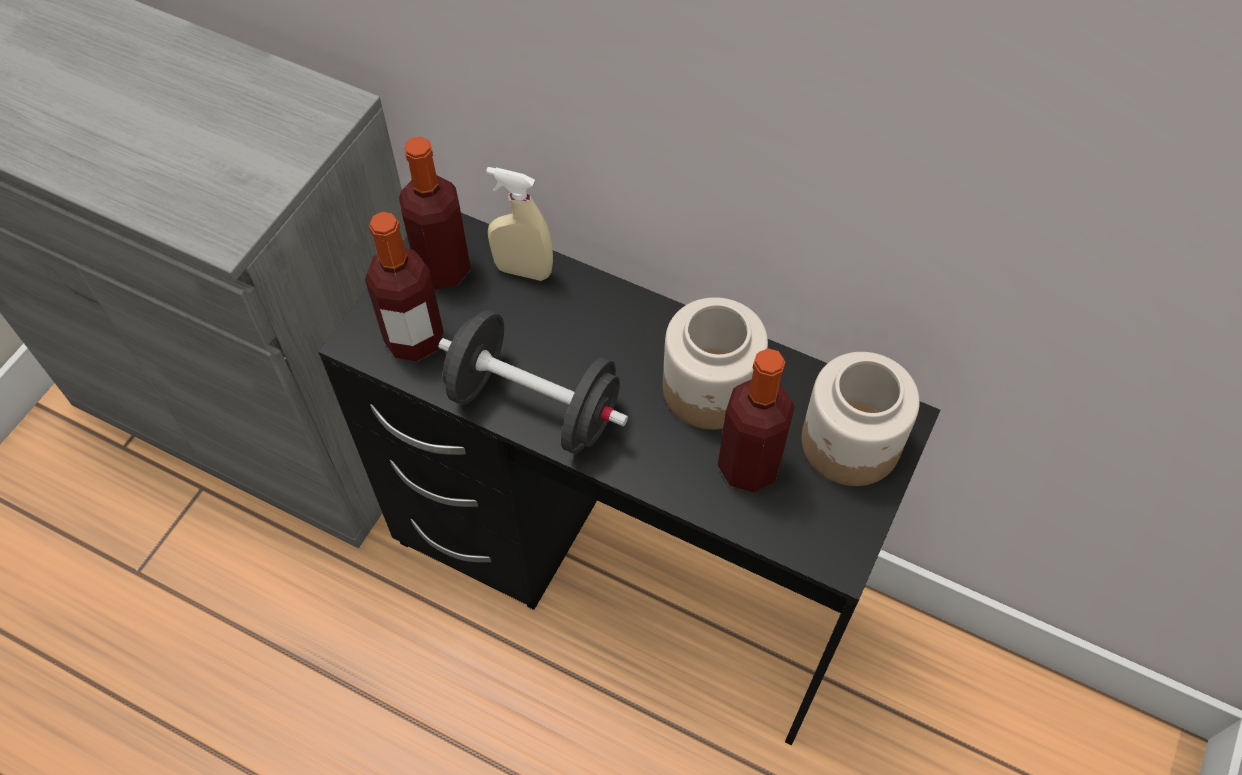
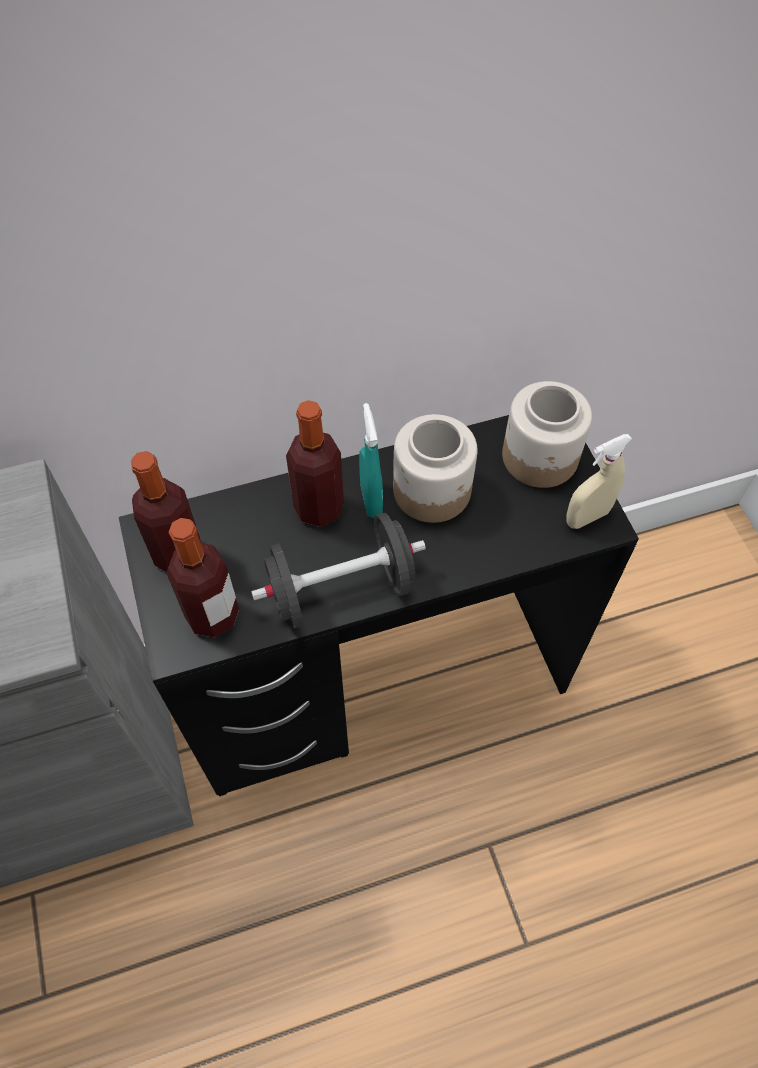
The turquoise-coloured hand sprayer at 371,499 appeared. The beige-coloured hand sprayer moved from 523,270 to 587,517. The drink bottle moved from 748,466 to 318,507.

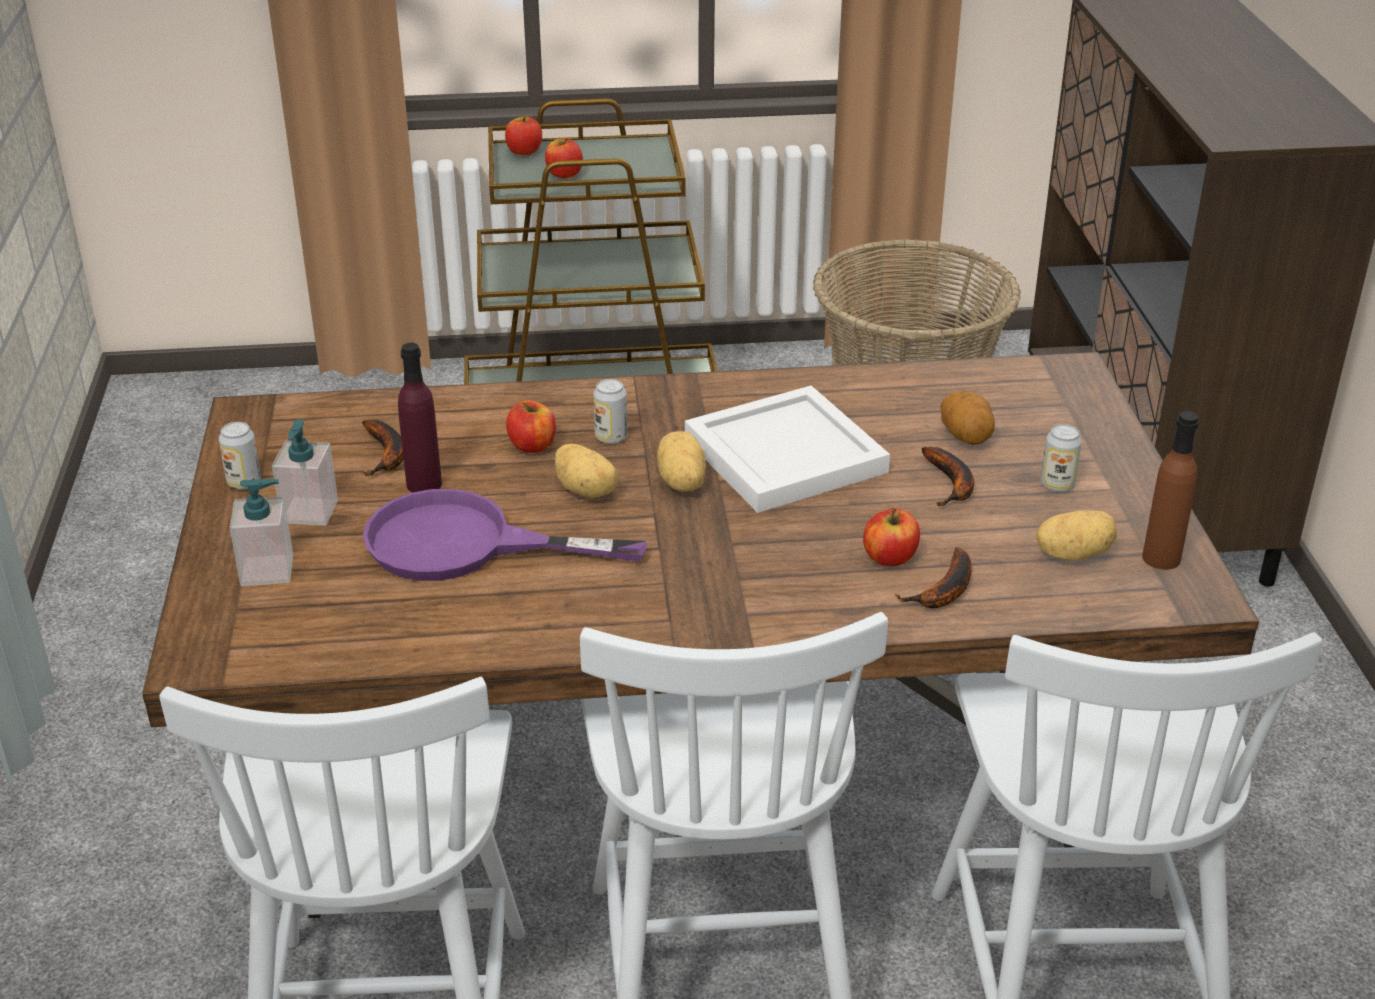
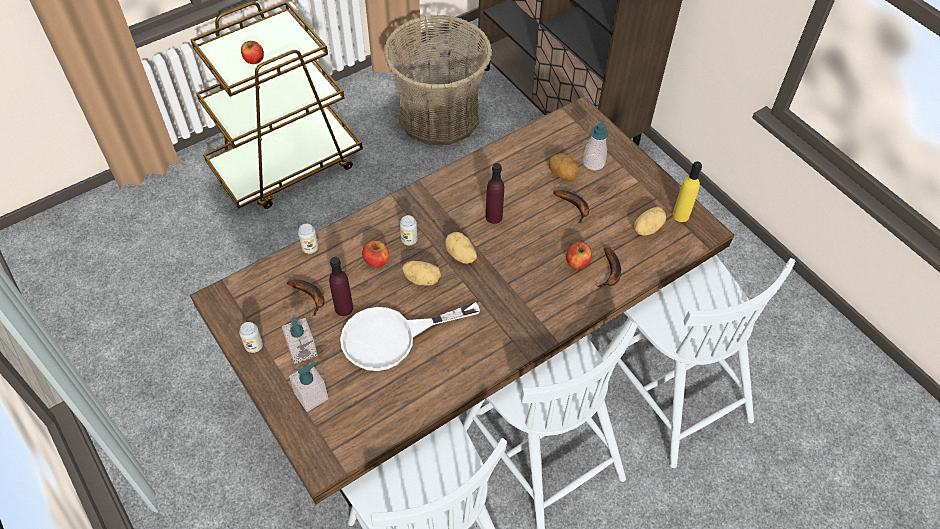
The apple fruit at 524,151 disappeared. The soap dispenser at 593,163 appeared. The sealed can moved from 1057,485 to 310,248. The whitish serving tray at 786,453 was replaced by the purple-coloured drink bottle at 494,217. The purple-coloured pan at 465,544 became the whitish pan at 392,337. The brown-coloured drink bottle at 1161,558 became the yellow drink bottle at 680,215.

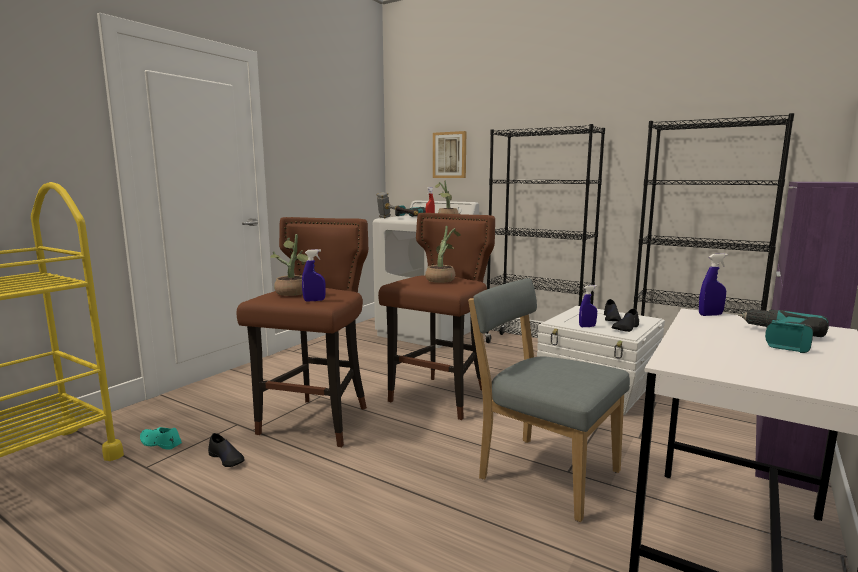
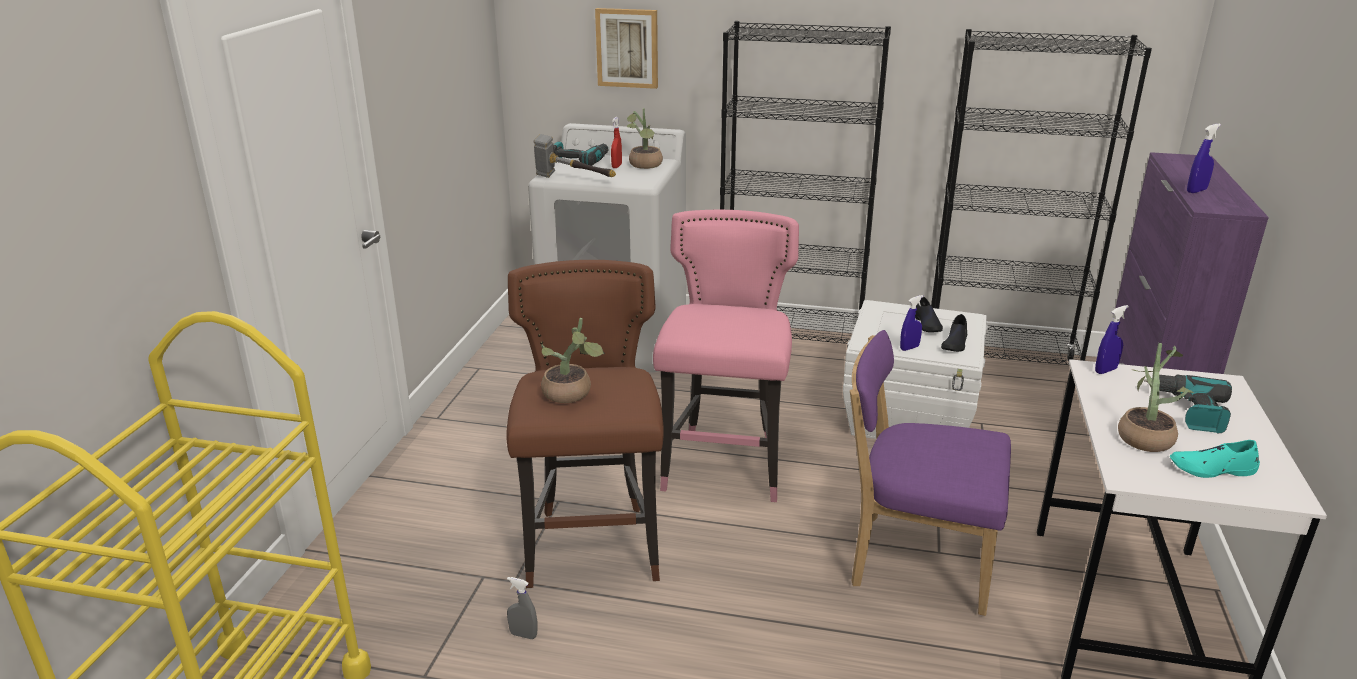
The turquoise-coloured low shoe moved from 160,443 to 1212,469. The blue-coloured hand sprayer moved from 314,300 to 1196,191. The plant in a pot moved from 442,279 to 1144,436. The black low shoe at 227,458 was replaced by the grey hand sprayer at 523,635. The brown-coloured stool seat at 440,398 became the pink-coloured stool seat at 724,469. The grey upright chair at 543,473 became the purple-coloured upright chair at 914,560.

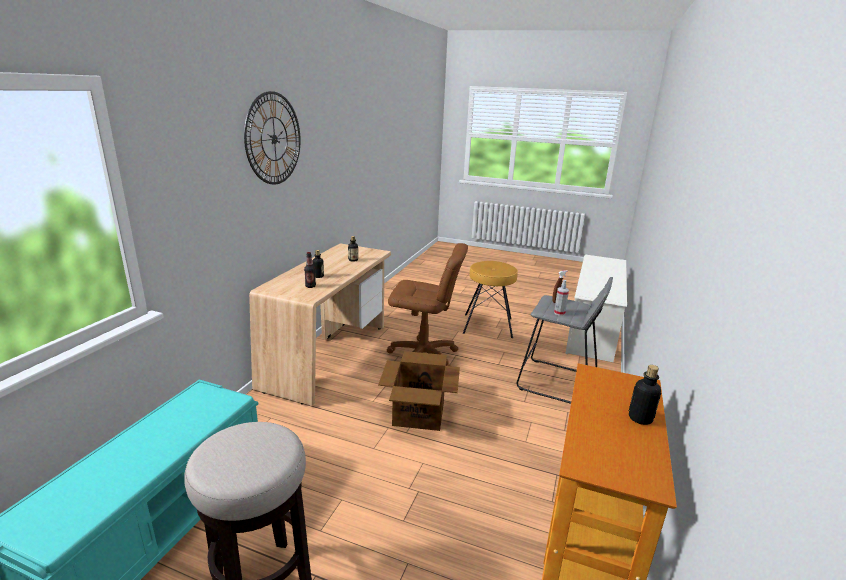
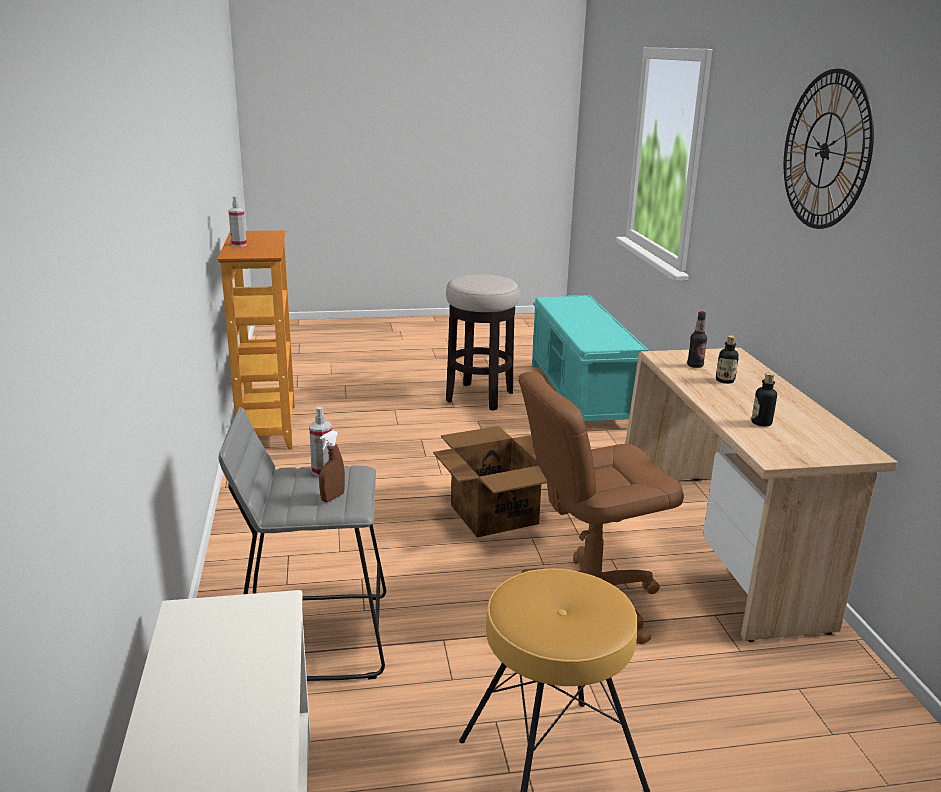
The drink bottle at 640,418 was replaced by the hand sprayer at 239,245.

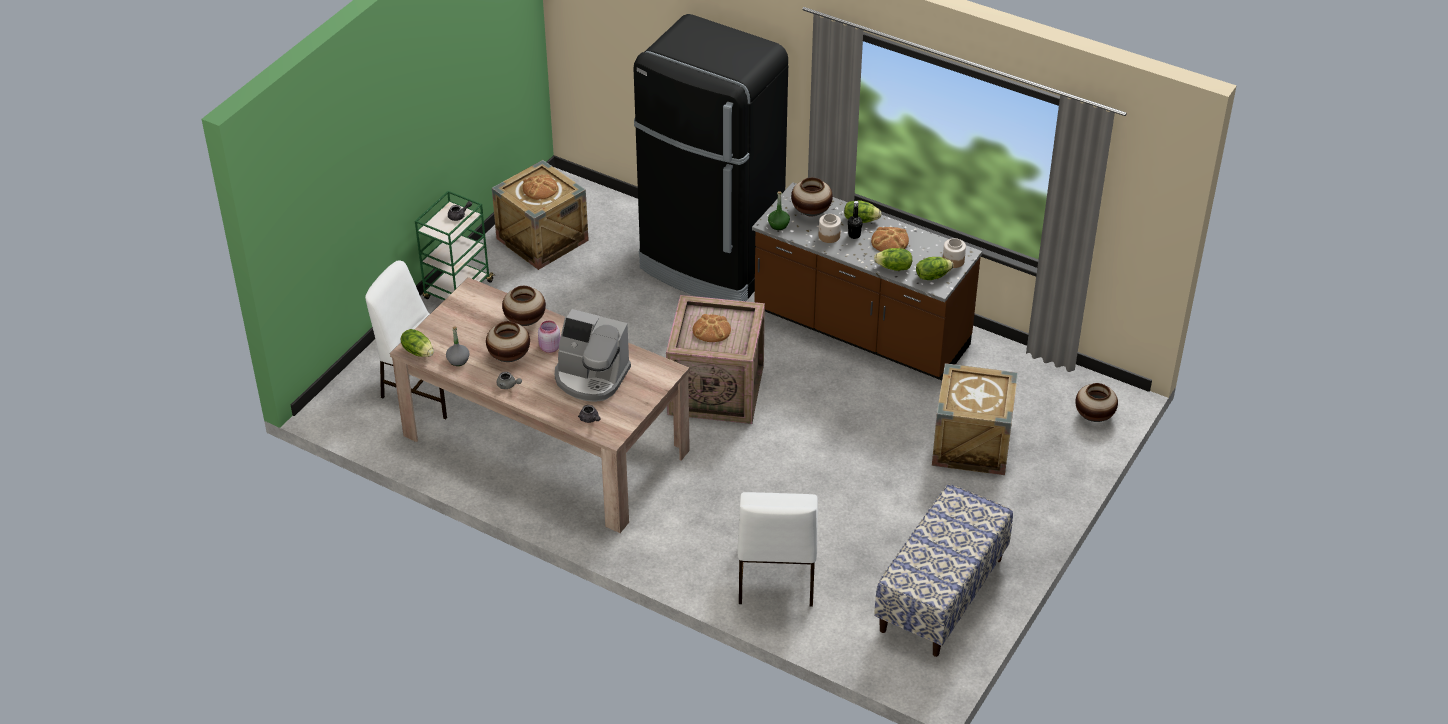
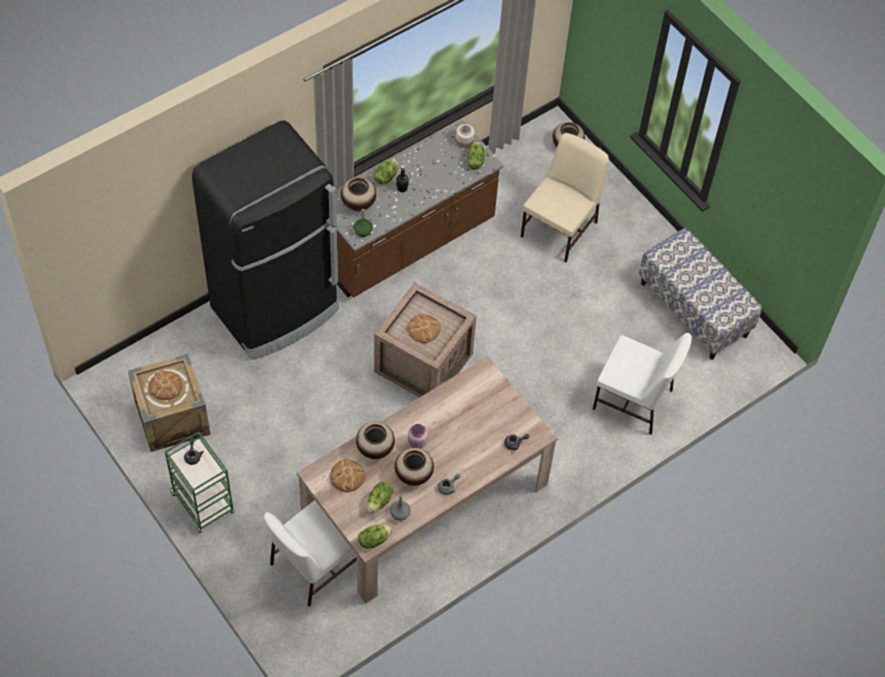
The coffee machine at 591,377 disappeared. The storage jar at 829,236 disappeared. The bread moved from 890,241 to 347,476. The lettuce moved from 894,268 to 379,501. The packing crate at 971,444 was replaced by the beige-coloured upright chair at 560,228.

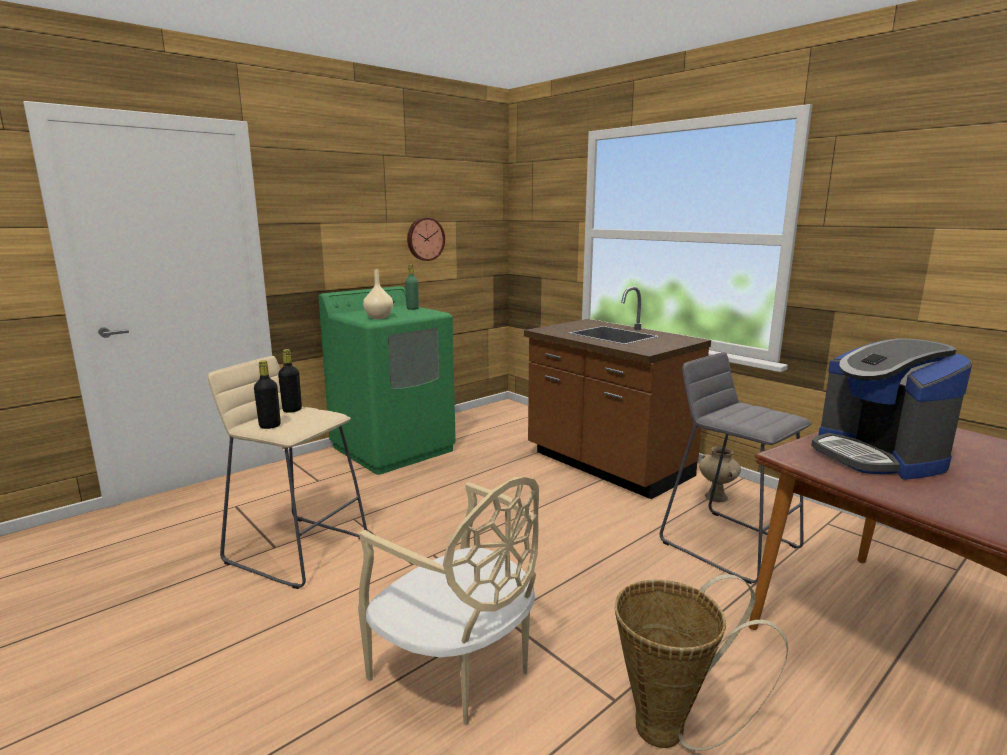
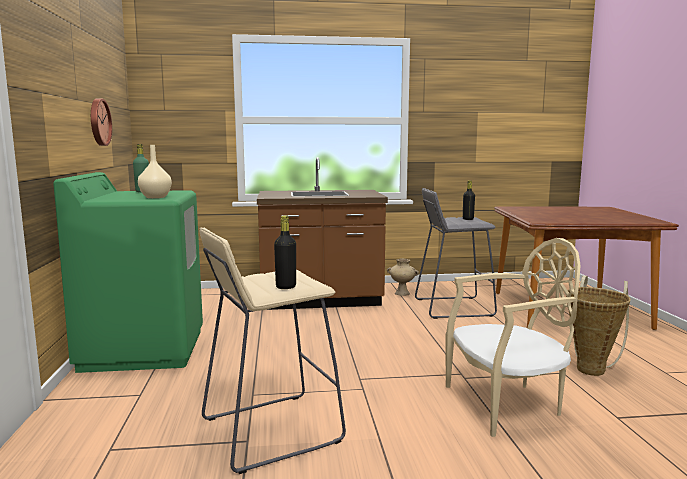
The coffee machine at 877,456 disappeared. The black drink bottle moved from 292,410 to 468,219.

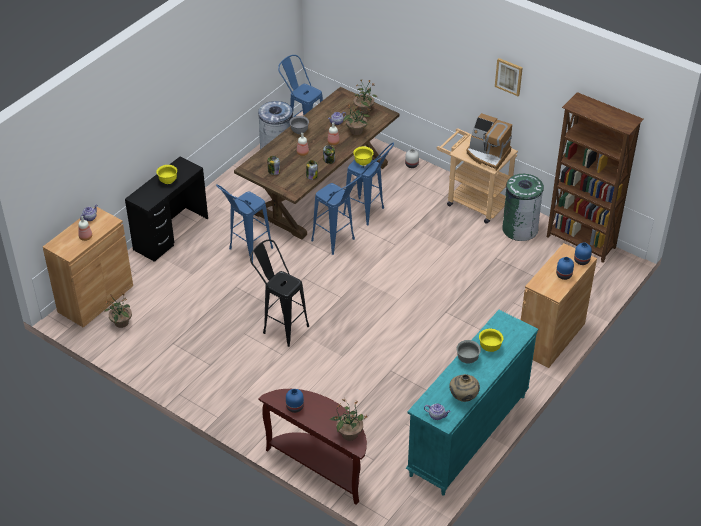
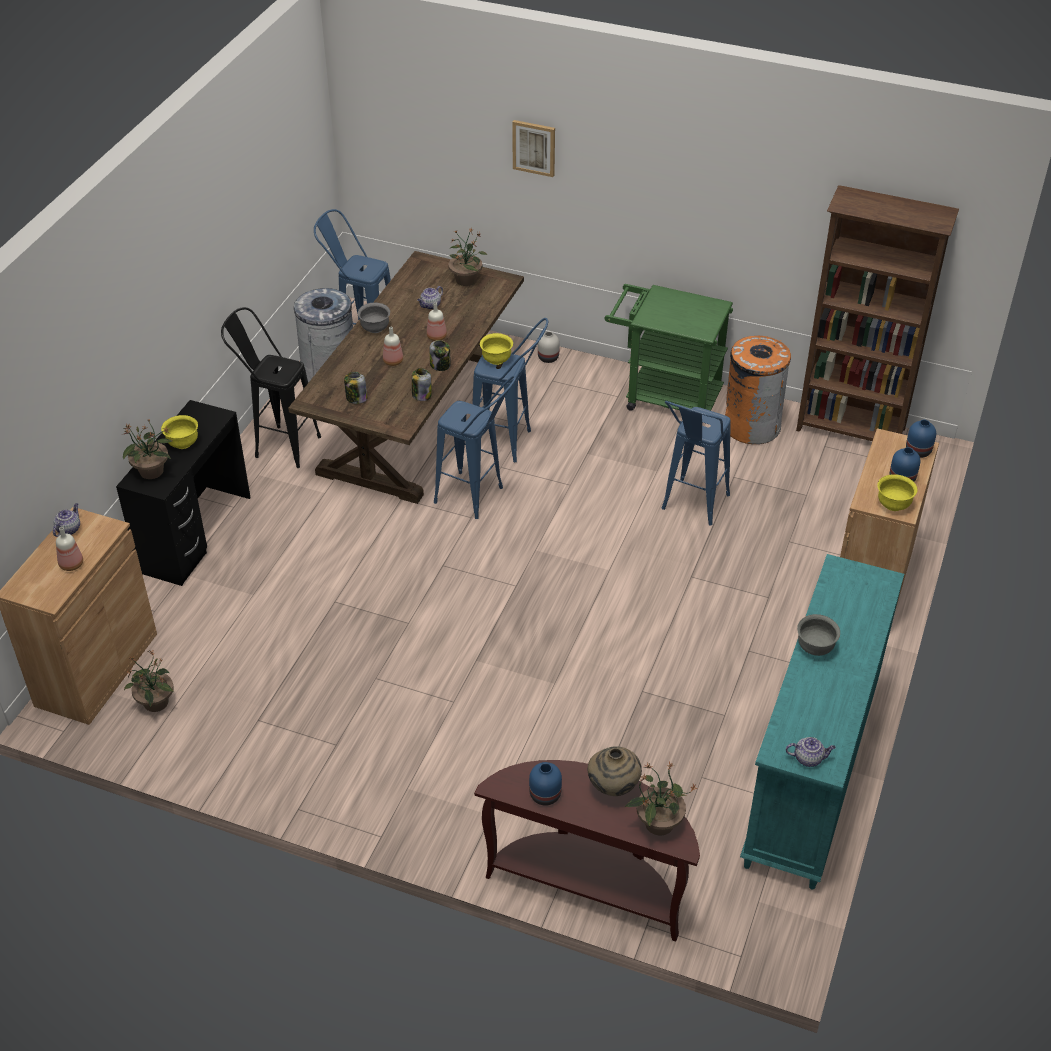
The coffee machine at 487,155 disappeared. The blue-coloured stool seat moved from 246,252 to 691,509. The black stool seat moved from 280,327 to 278,444. The plant in a pot moved from 356,131 to 152,471. The beige-coloured flower vase moved from 463,398 to 613,788. The yellow bowl moved from 490,347 to 893,504. The wall art moved from 509,76 to 534,147. The beige-coloured wheeled cart at 473,201 became the green wheeled cart at 664,396. The green waste bin at 520,229 became the orangey waste bin at 751,426.

